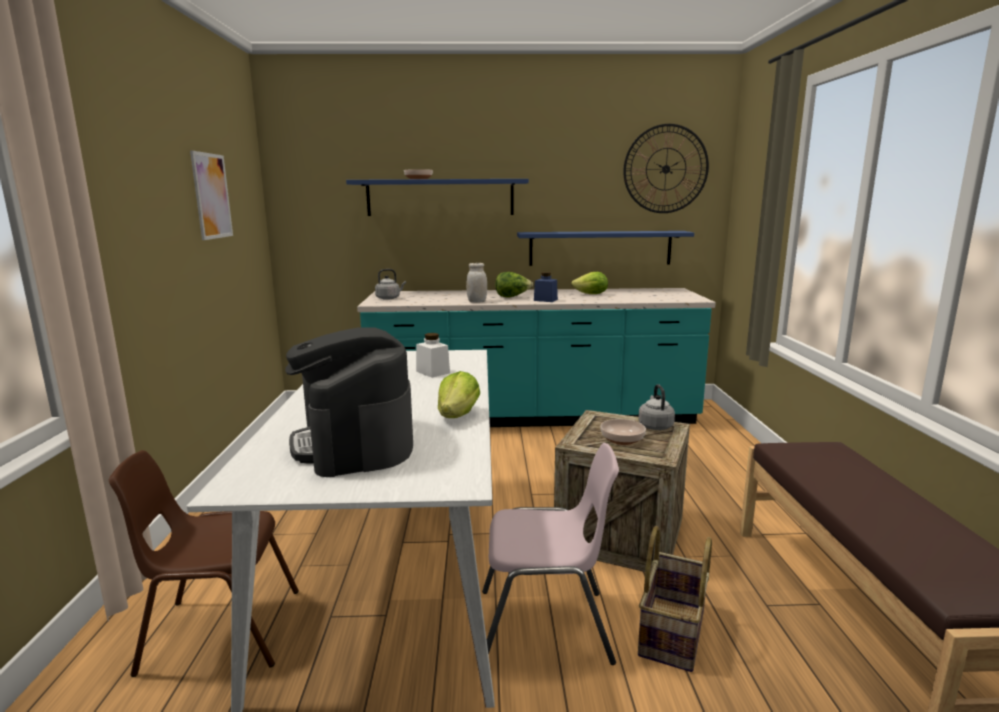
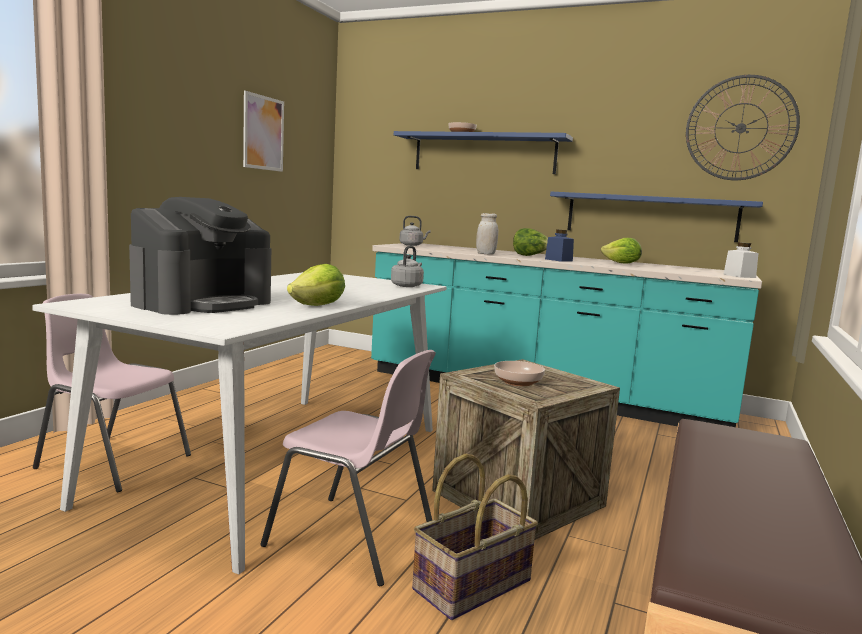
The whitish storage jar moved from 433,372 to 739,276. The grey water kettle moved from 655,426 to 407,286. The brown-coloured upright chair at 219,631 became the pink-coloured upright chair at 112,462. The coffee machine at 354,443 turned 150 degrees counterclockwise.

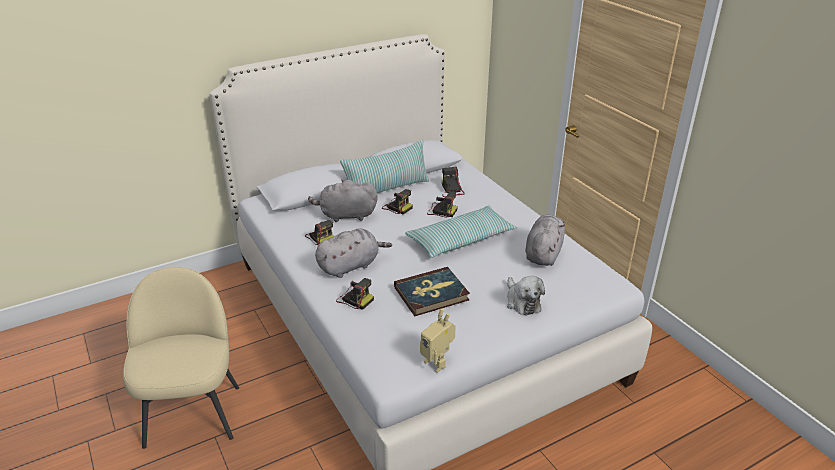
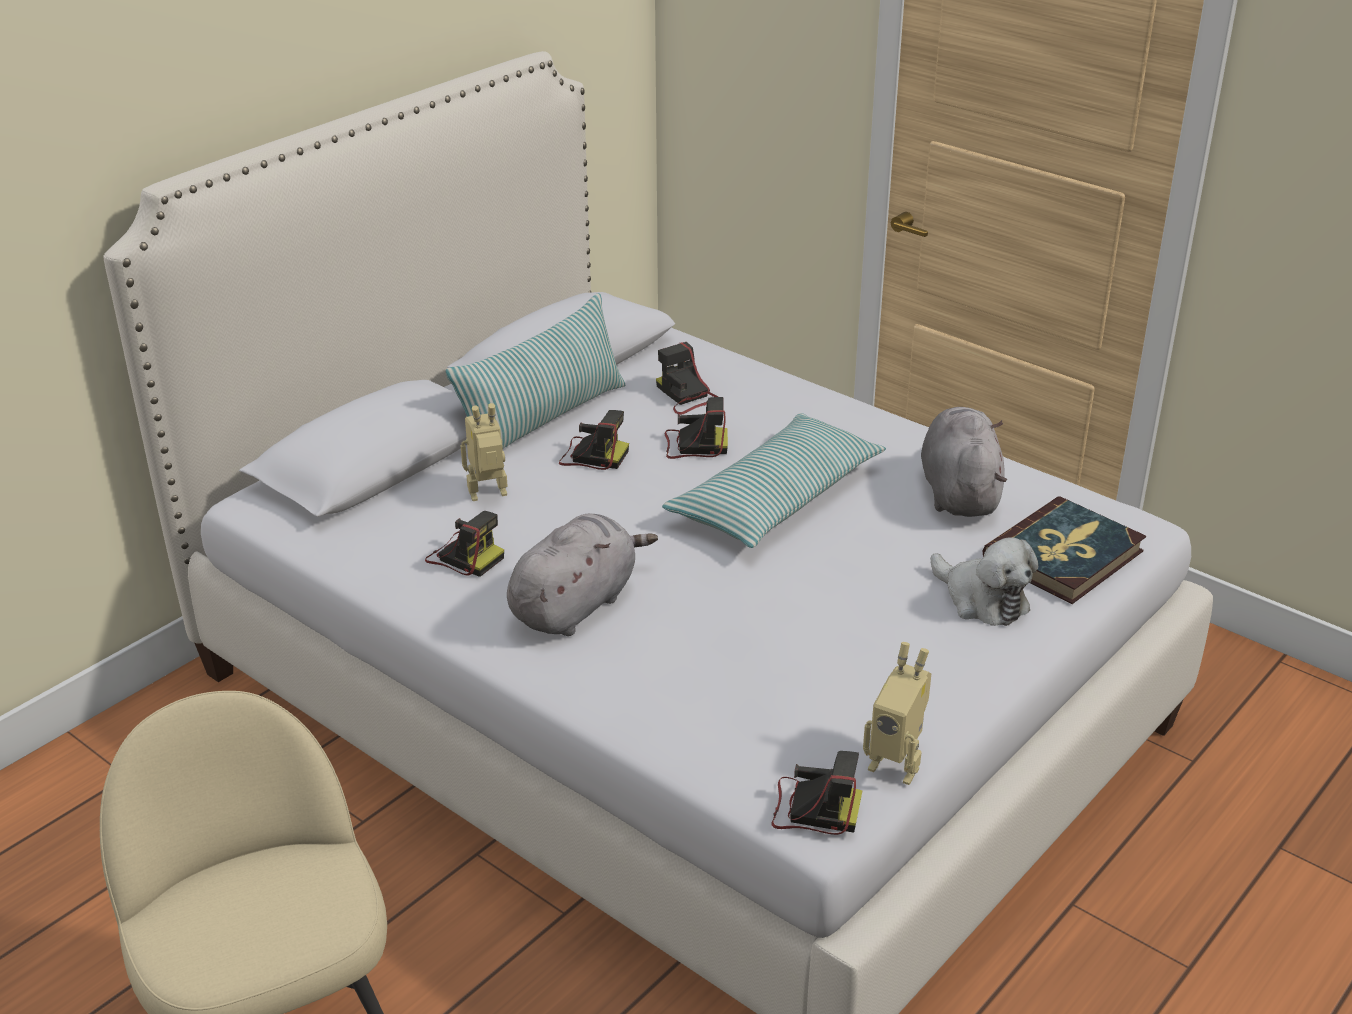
The still camera moved from 354,299 to 813,809. The volume moved from 431,294 to 1064,555. The grey soft toy at 346,215 was replaced by the robot figure at 489,496.

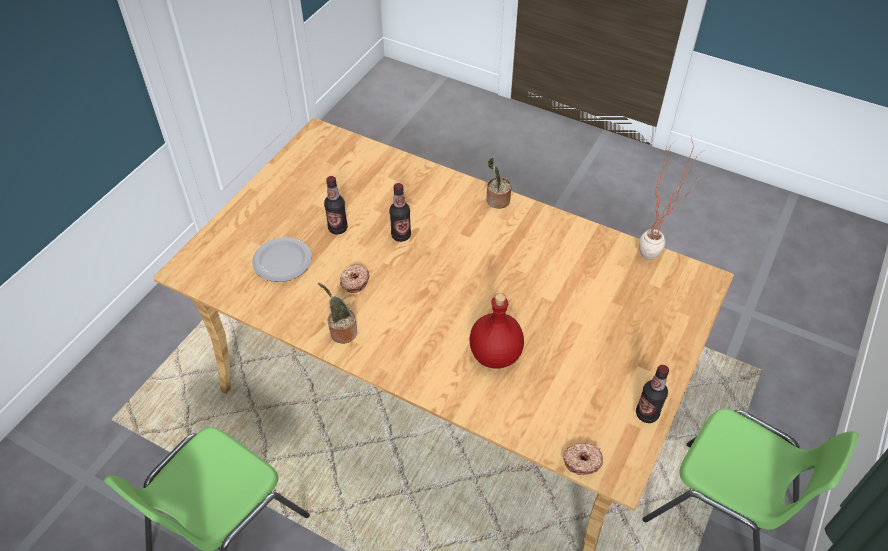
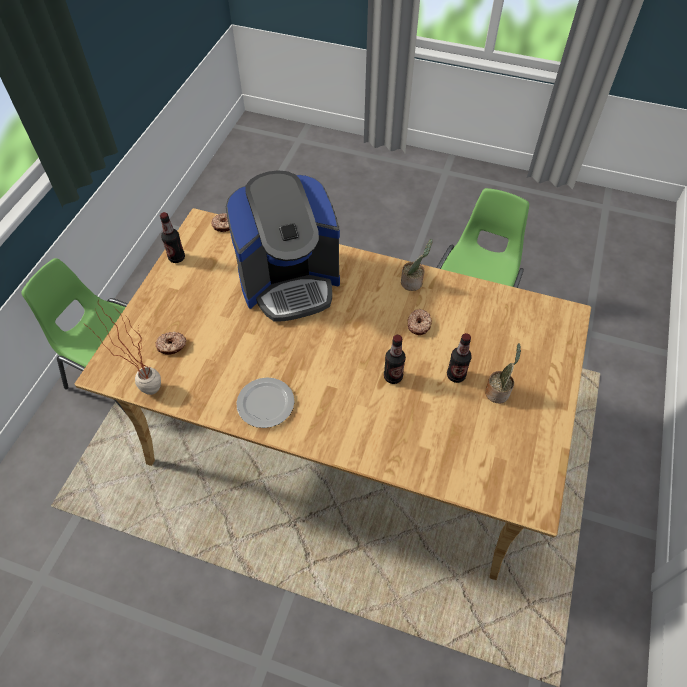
The doughnut at 172,346 appeared. The plate moved from 283,260 to 265,404. The plant in a pot moved from 496,201 to 498,391. The reddish drink bottle at 495,356 was replaced by the coffee machine at 289,281.

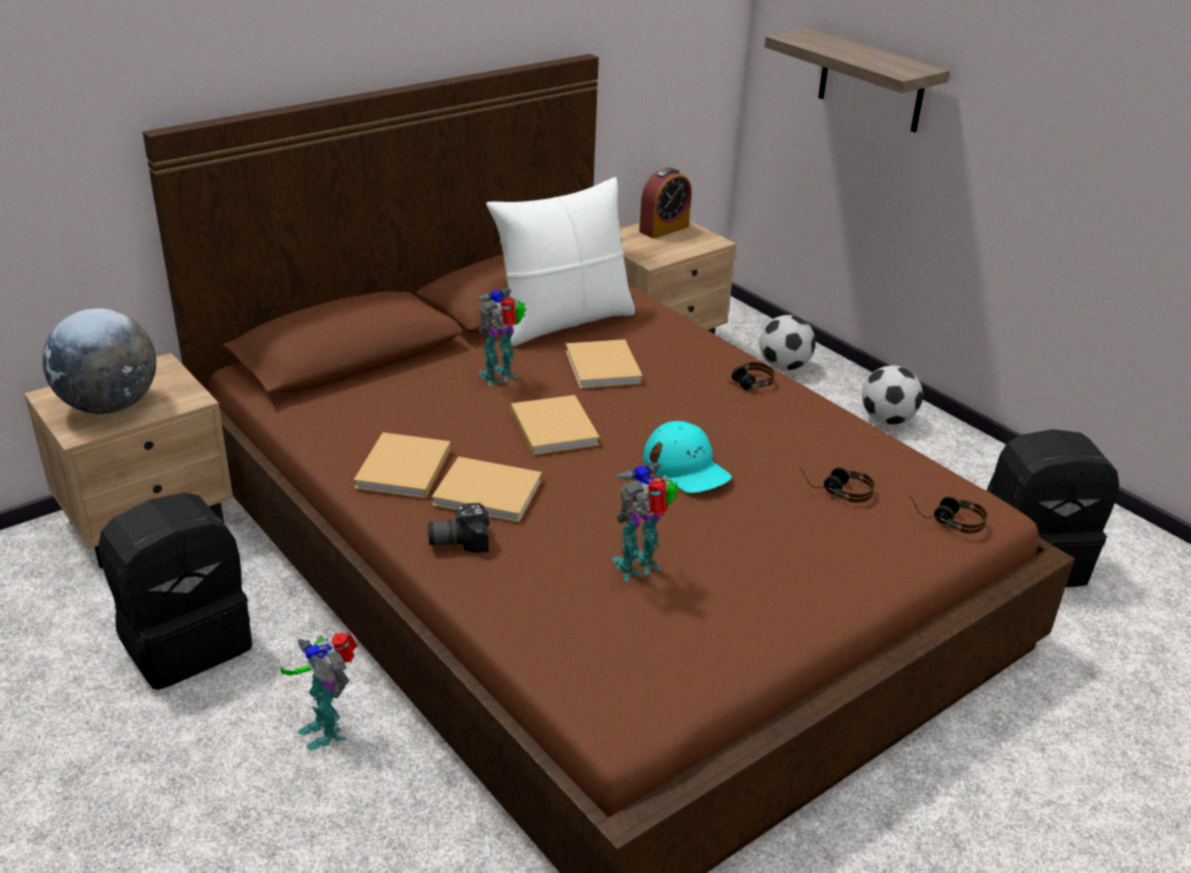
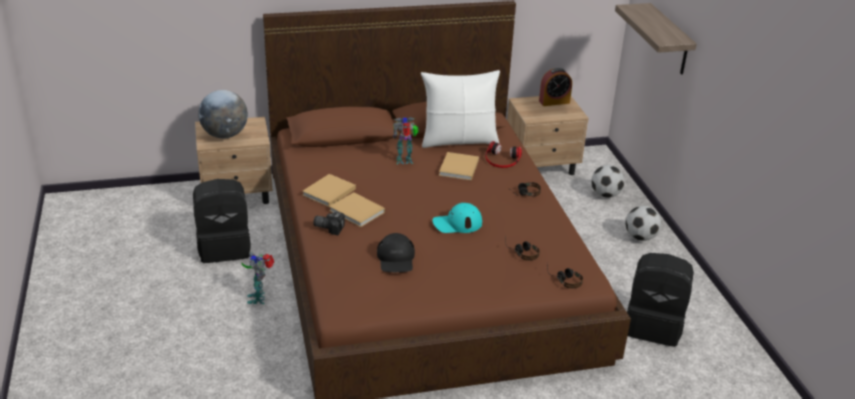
The beige-coloured volume at 553,426 disappeared. The pair of headphones at 502,159 appeared. The robot figure at 640,567 was replaced by the black peaked cap at 396,259. The turquoise-coloured peaked cap at 686,467 turned 90 degrees clockwise.

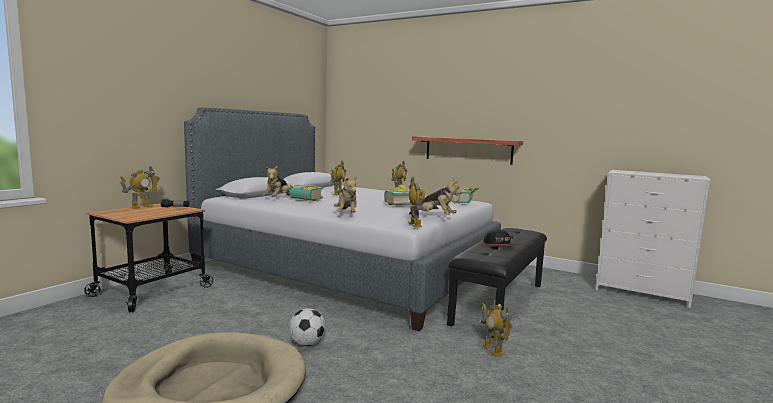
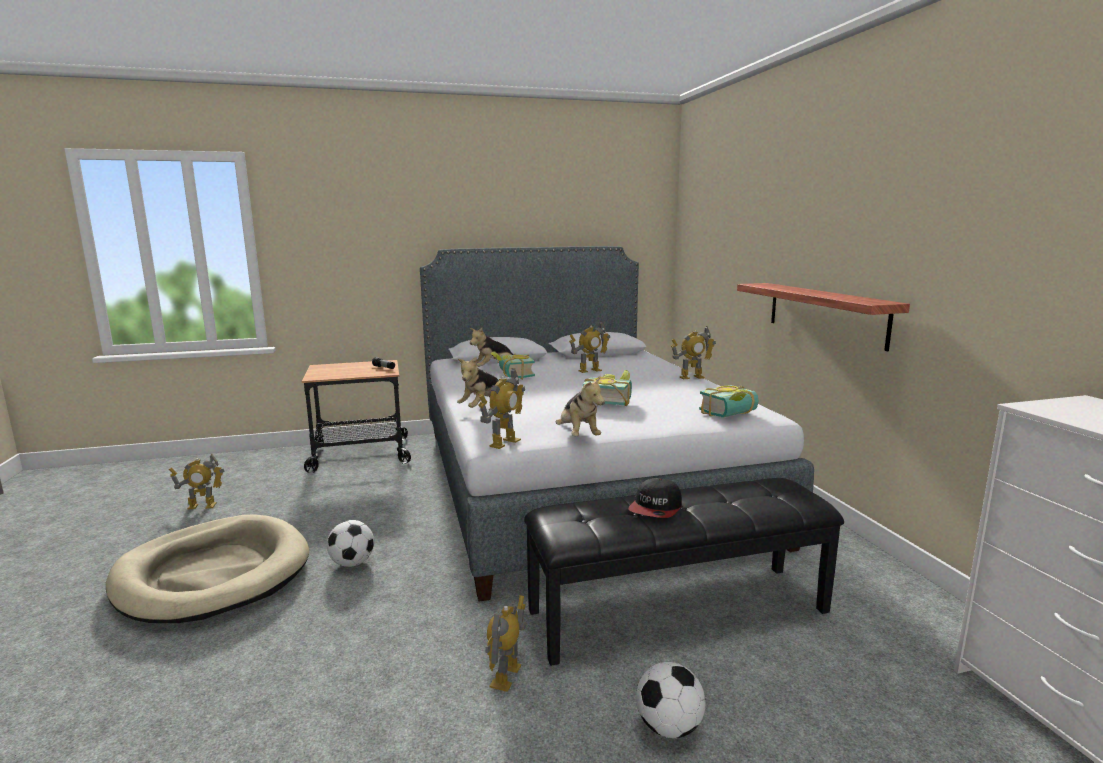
The ball for football at 668,727 appeared. The robot figure moved from 141,207 to 202,506.

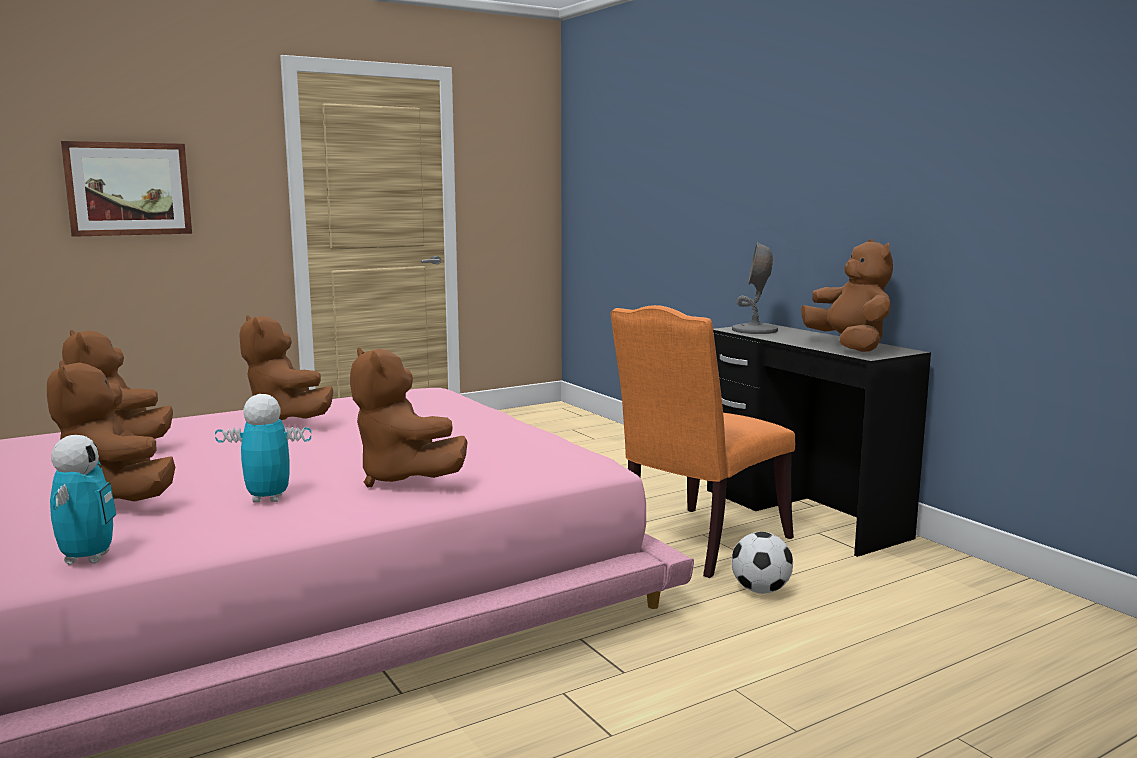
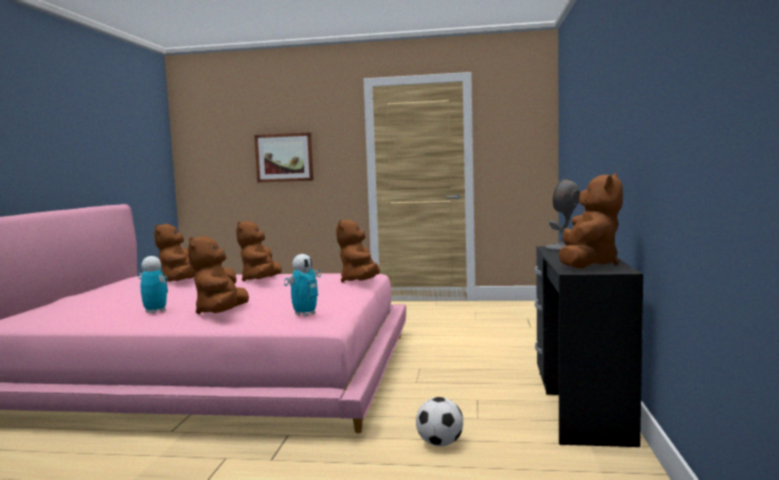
The orangey upright chair at 699,545 disappeared. The brown-coloured soft toy moved from 118,500 to 360,282. The robot figure moved from 87,558 to 305,314.

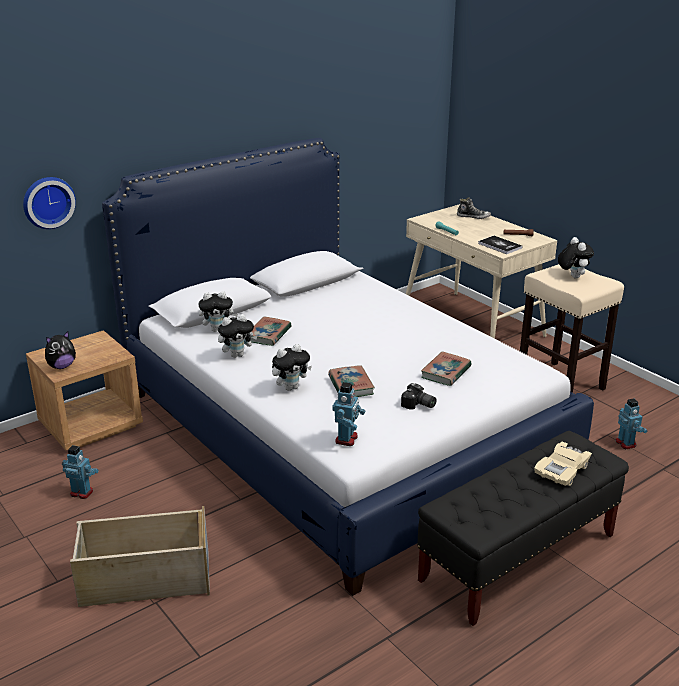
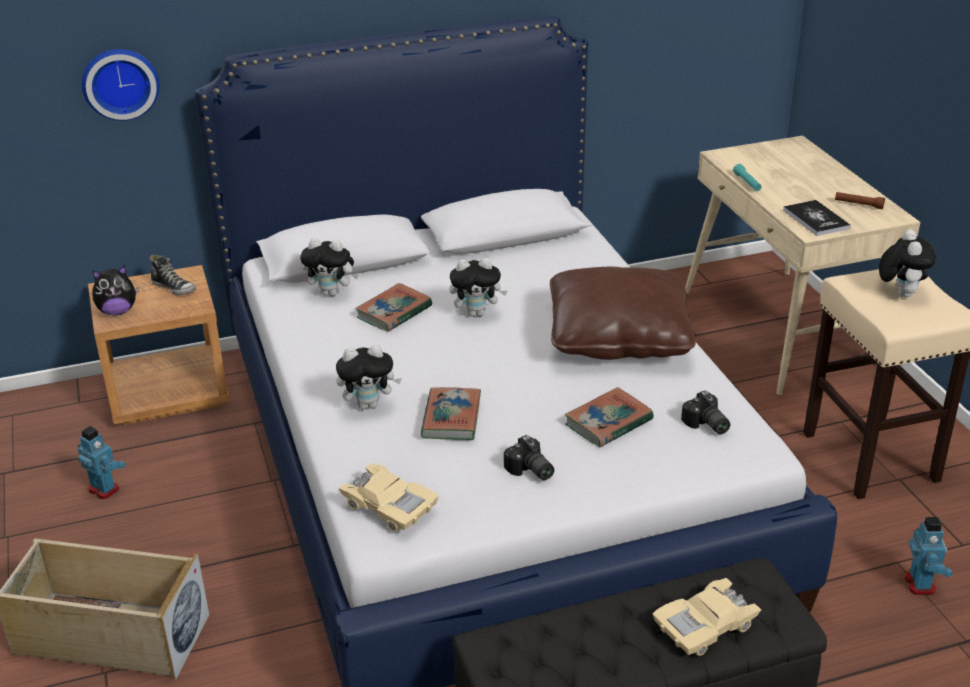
The brown-coloured pillow at 618,336 appeared. The still camera at 706,425 appeared. The soft toy moved from 237,355 to 477,313. The low shoe moved from 473,217 to 174,288. The robot figure at 347,439 was replaced by the beige-coloured toy car at 389,506.

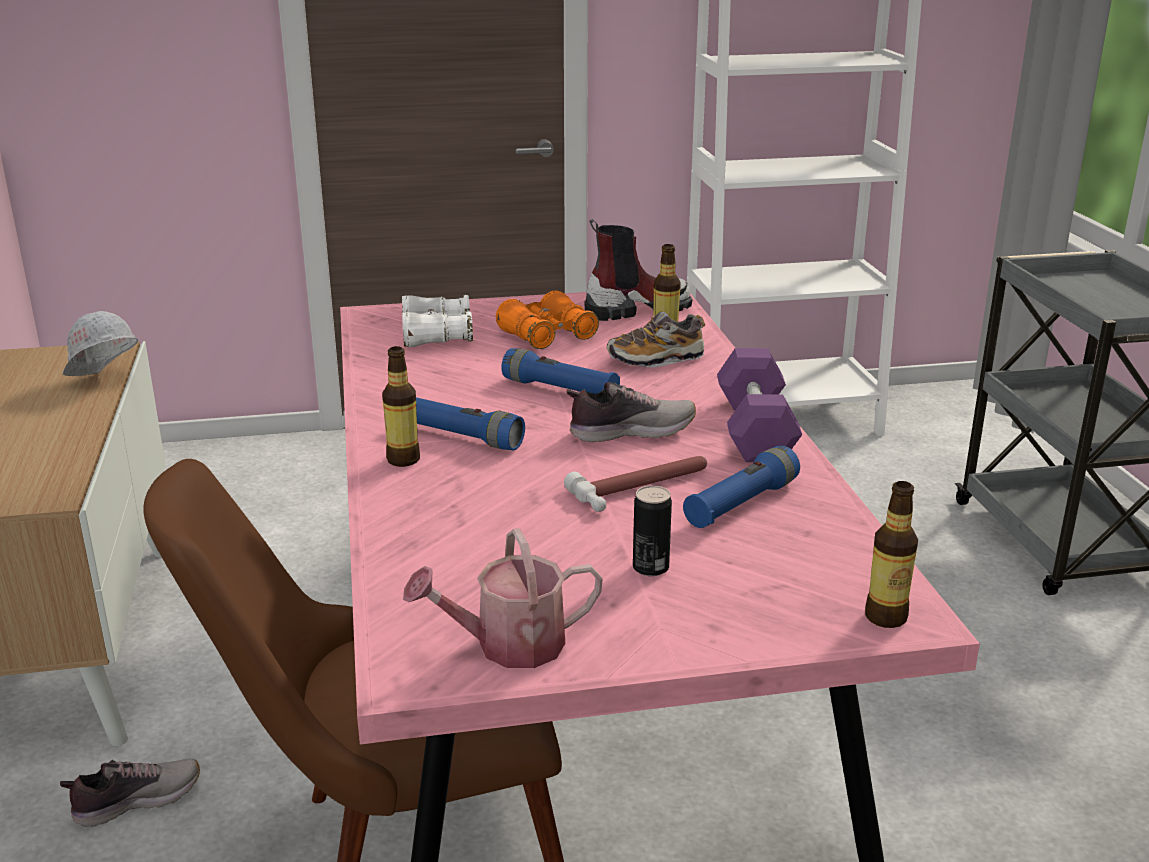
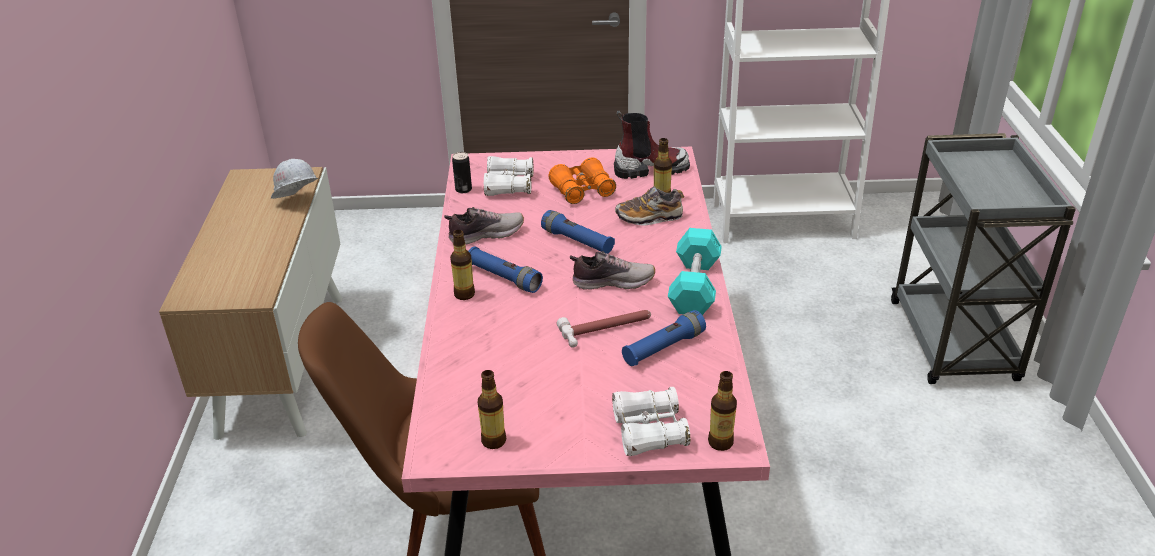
The whitish pair of binoculars at 649,431 appeared. The low shoe moved from 136,800 to 485,234. The sealed can moved from 650,567 to 463,189. The watering pot at 508,646 was replaced by the drink bottle at 493,441. The purple-coloured hand weight at 755,429 became the turquoise-coloured hand weight at 694,286.

